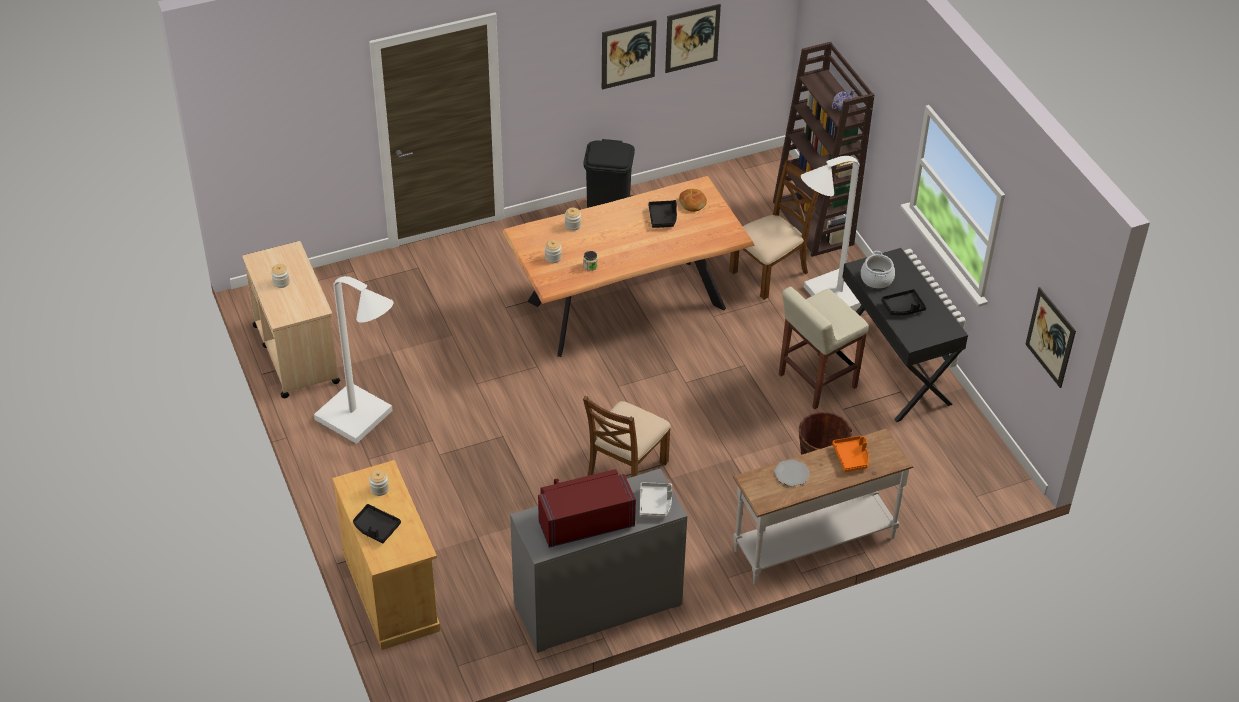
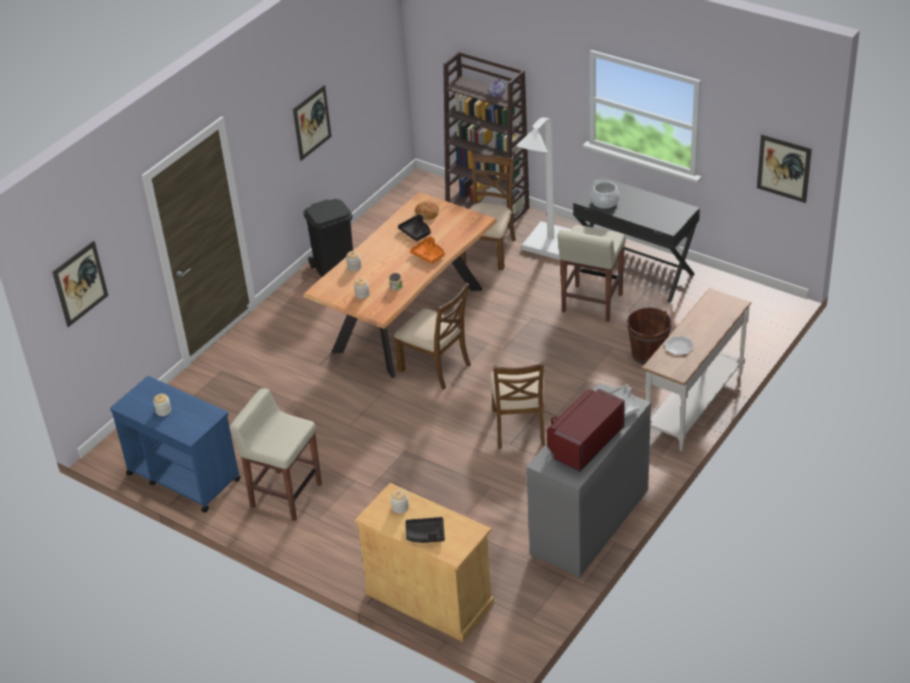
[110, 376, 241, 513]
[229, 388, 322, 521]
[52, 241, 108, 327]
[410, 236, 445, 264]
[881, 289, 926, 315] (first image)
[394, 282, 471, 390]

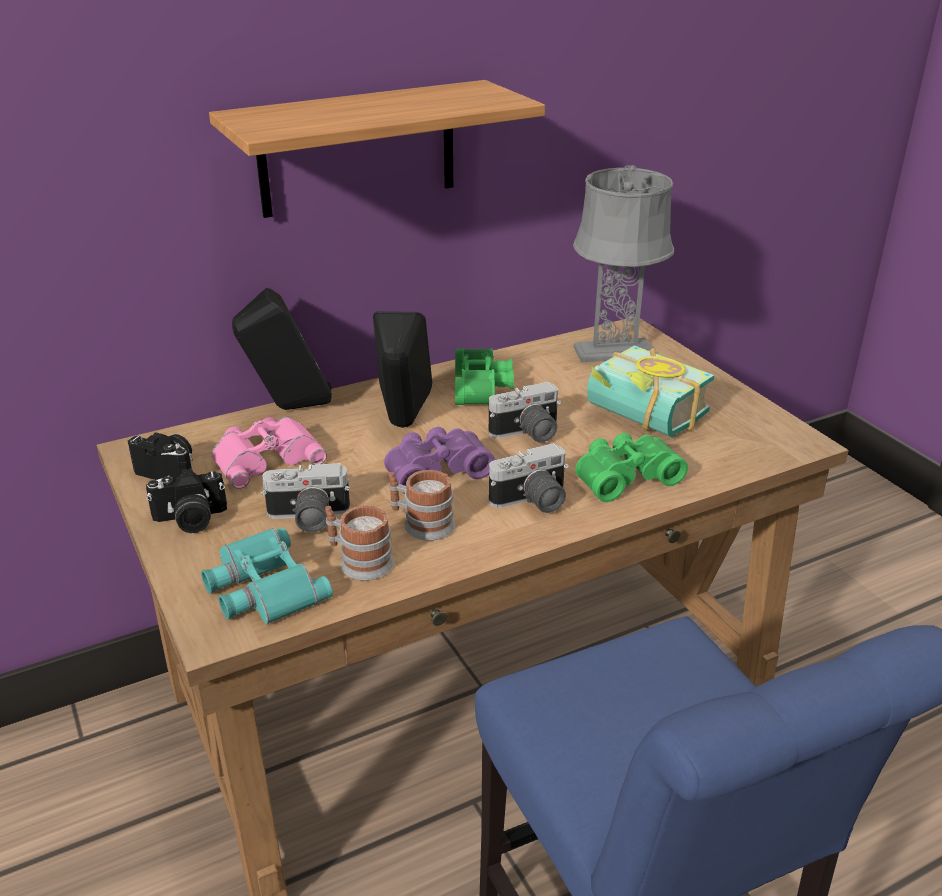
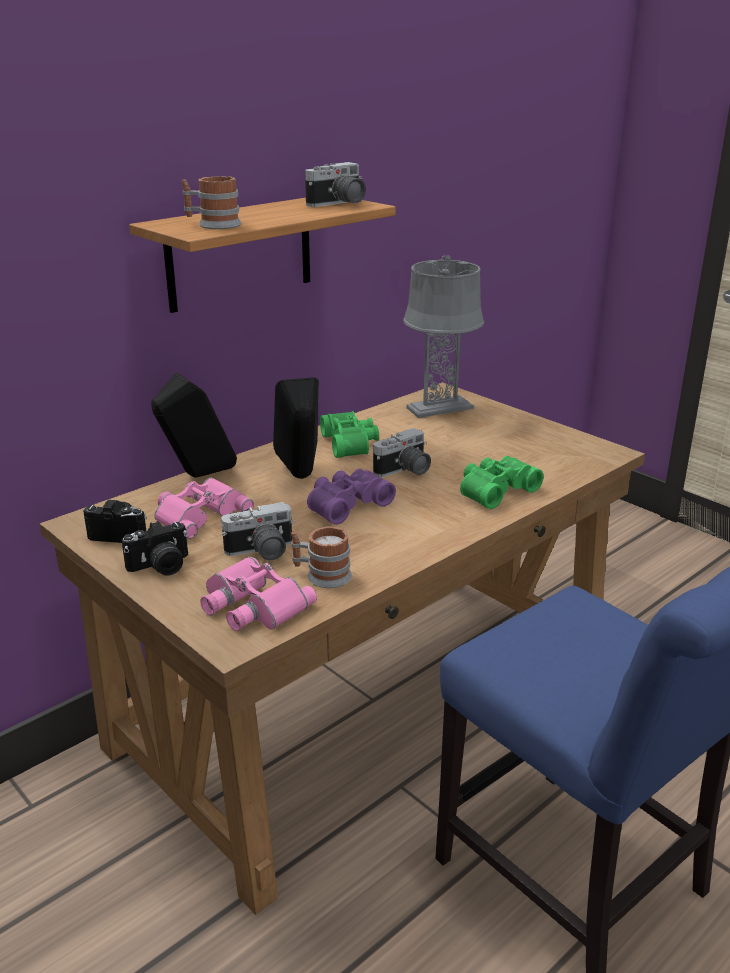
[200, 557, 317, 631]
[182, 176, 241, 229]
[305, 162, 366, 207]
[587, 345, 714, 437] (first image)

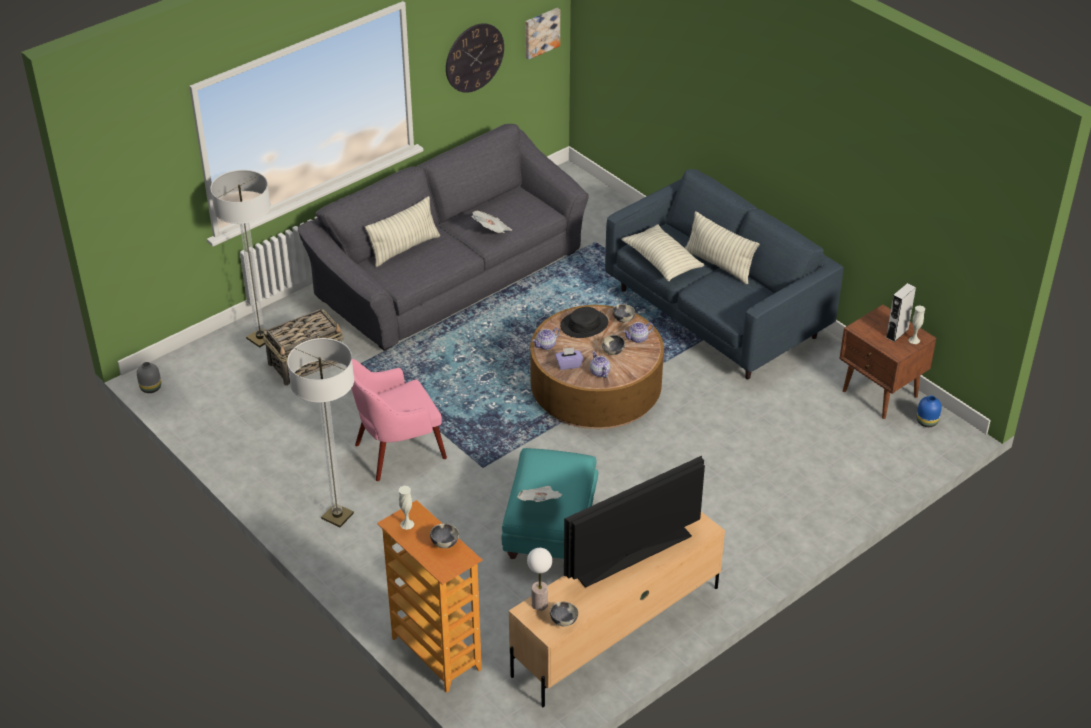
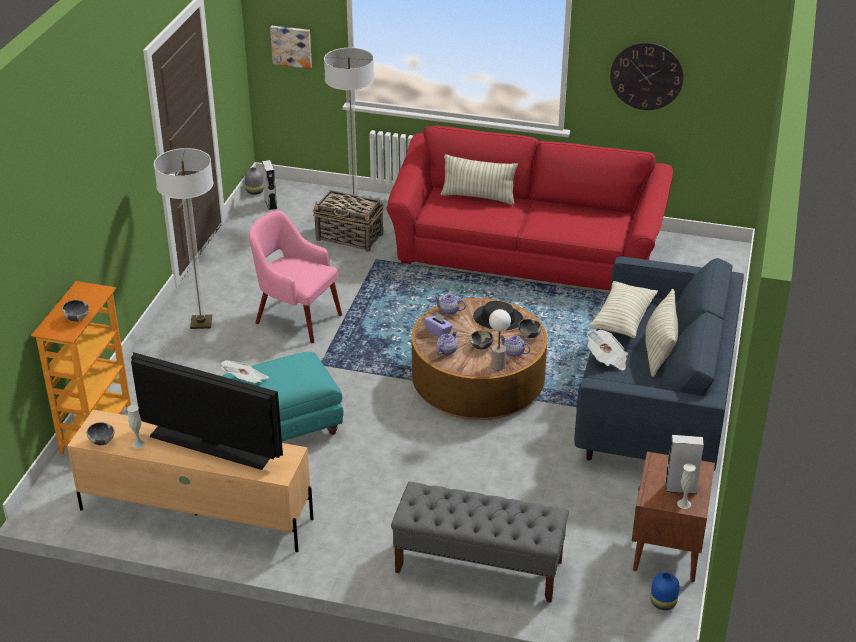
[387, 126, 673, 290]
[127, 405, 145, 449]
[587, 330, 628, 370]
[270, 26, 312, 69]
[489, 309, 511, 370]
[262, 160, 277, 210]
[391, 482, 569, 603]

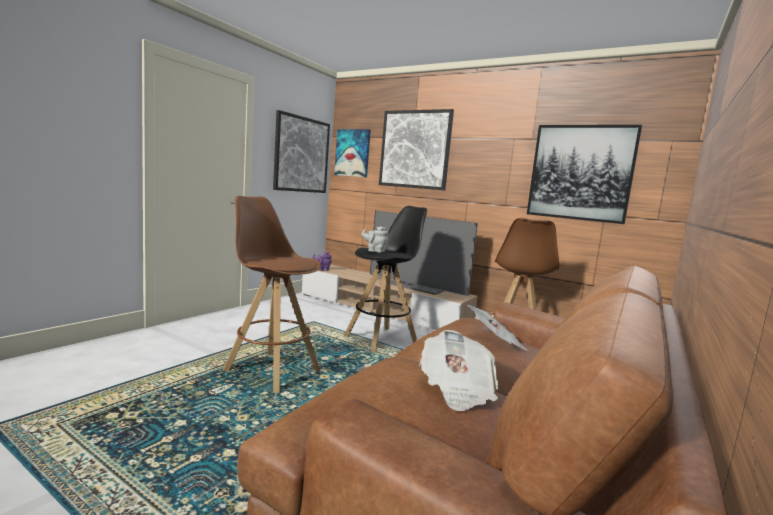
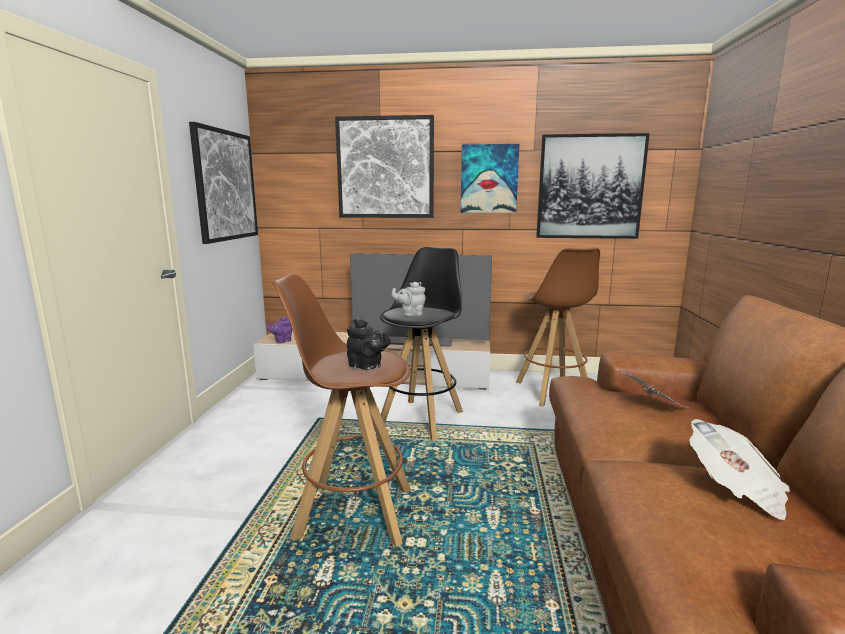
[461, 144, 519, 213]
[347, 319, 391, 370]

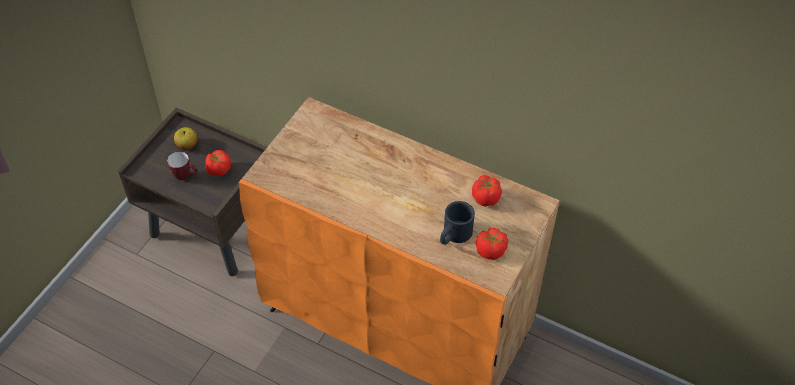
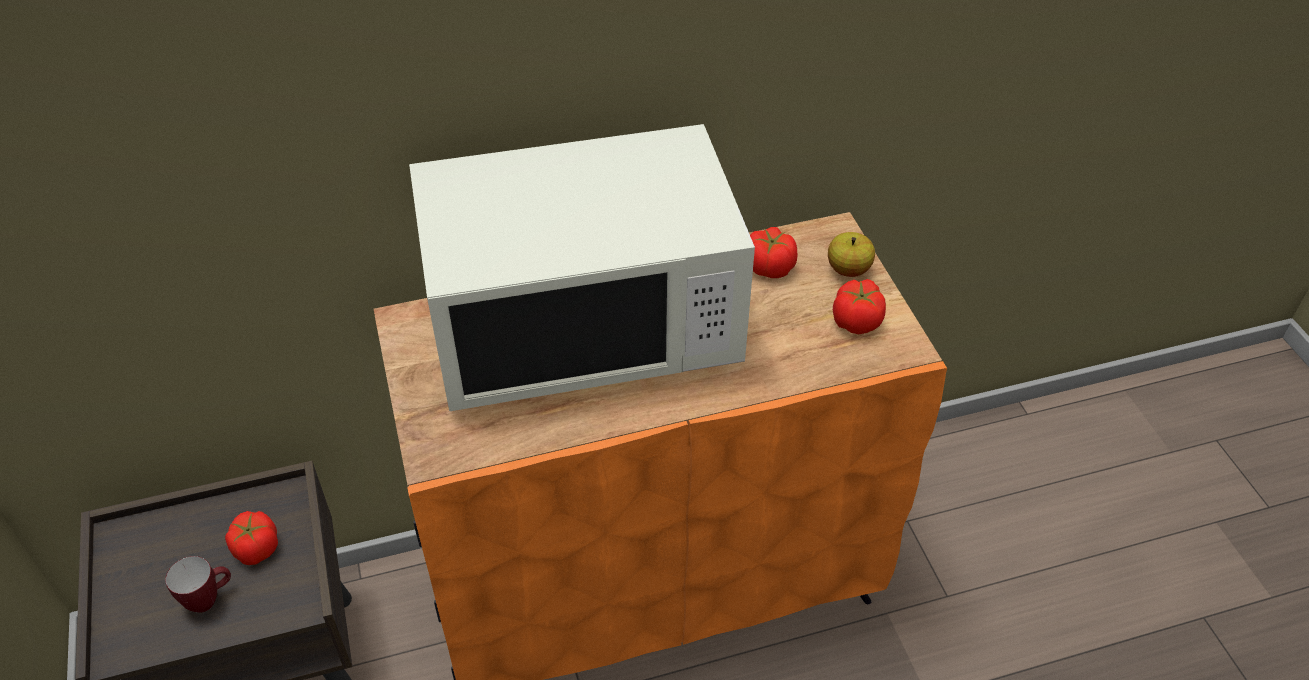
[828, 232, 875, 277]
[440, 201, 475, 245] (first image)
[409, 124, 755, 411]

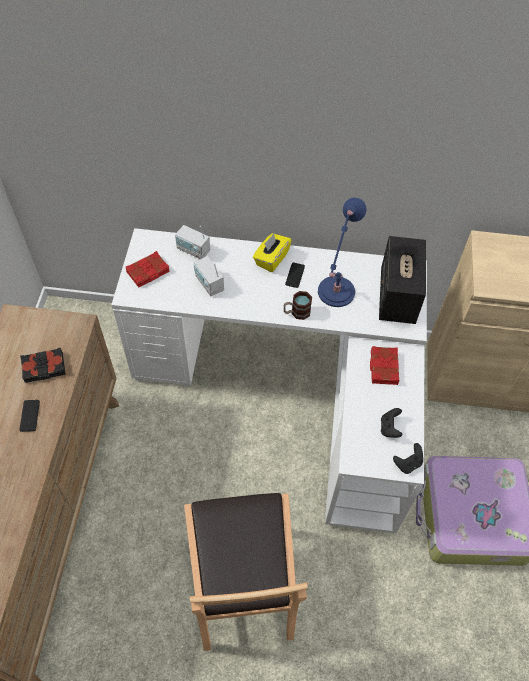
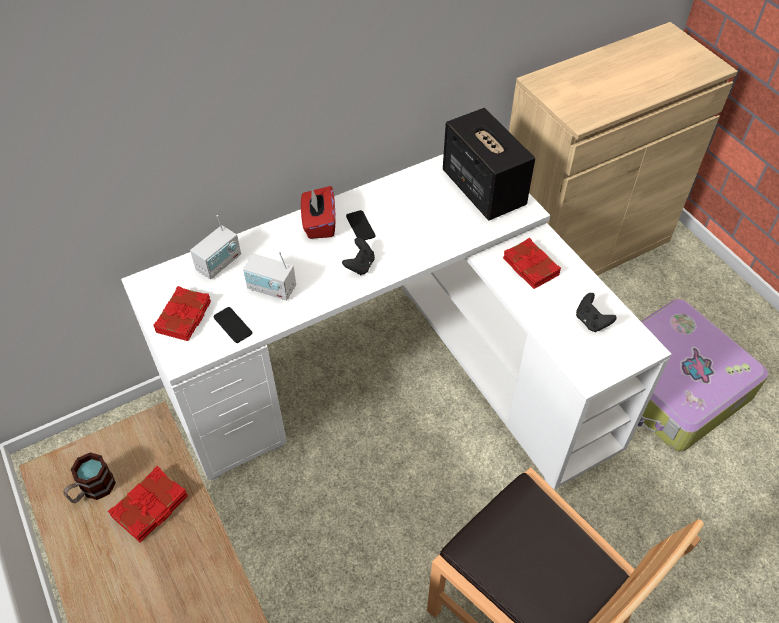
[108, 466, 188, 543]
[214, 307, 252, 343]
[190, 215, 241, 279]
[301, 186, 336, 239]
[63, 452, 116, 503]
[318, 198, 367, 307] (first image)
[342, 237, 375, 275]

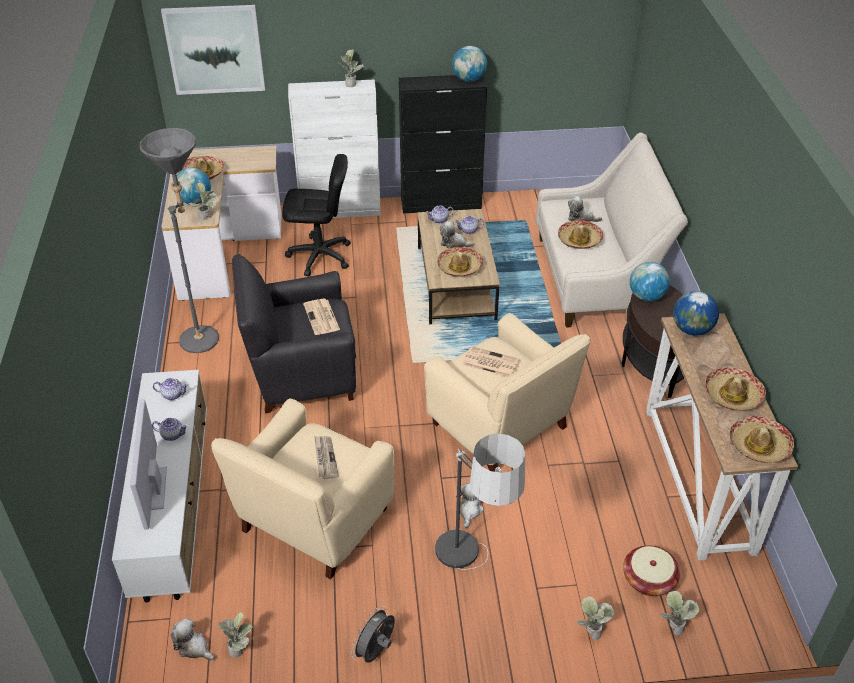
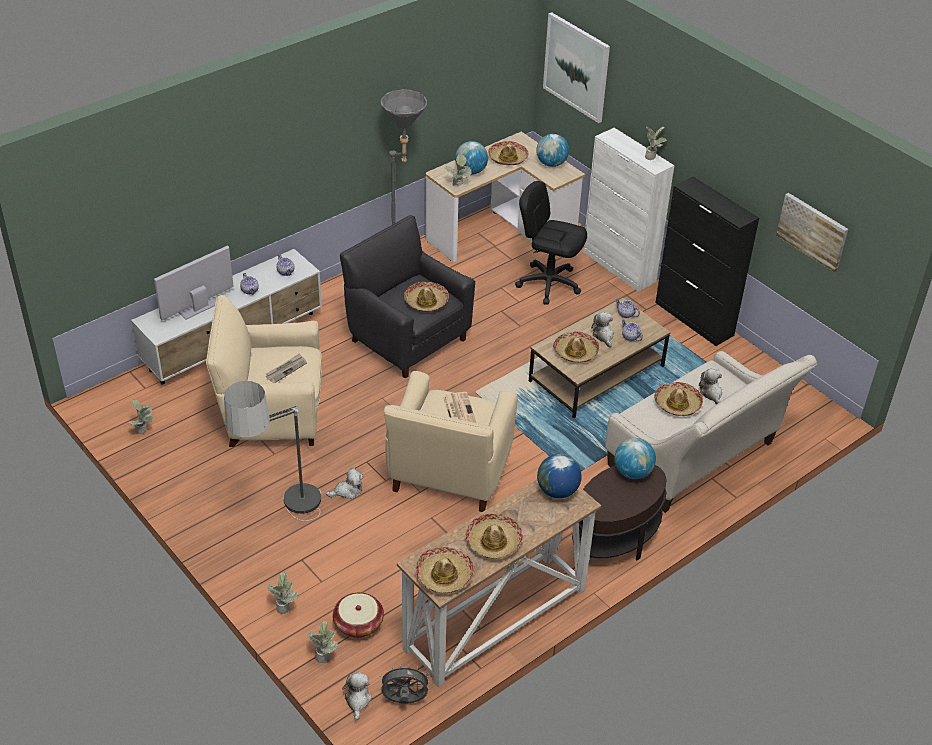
[342, 672, 372, 721]
[515, 181, 587, 305]
[404, 282, 449, 312]
[379, 665, 431, 703]
[536, 134, 569, 167]
[776, 193, 848, 272]

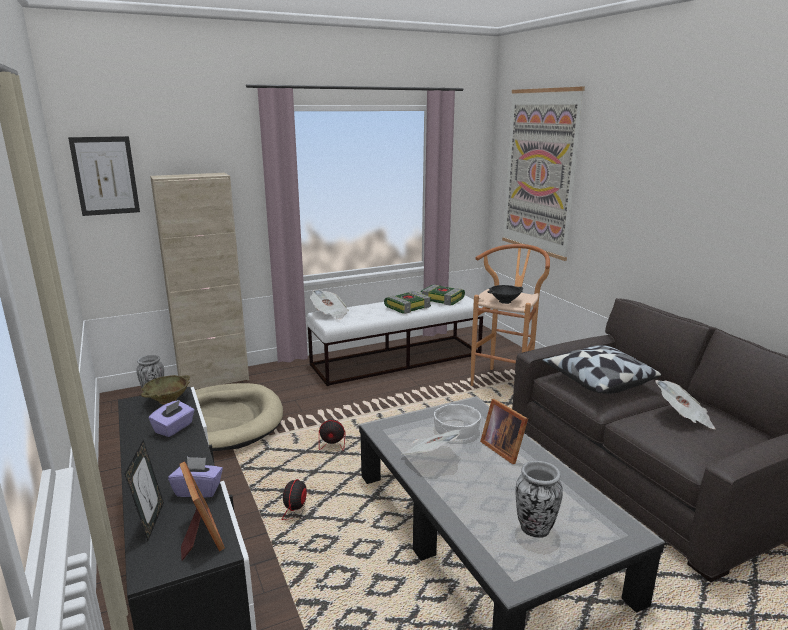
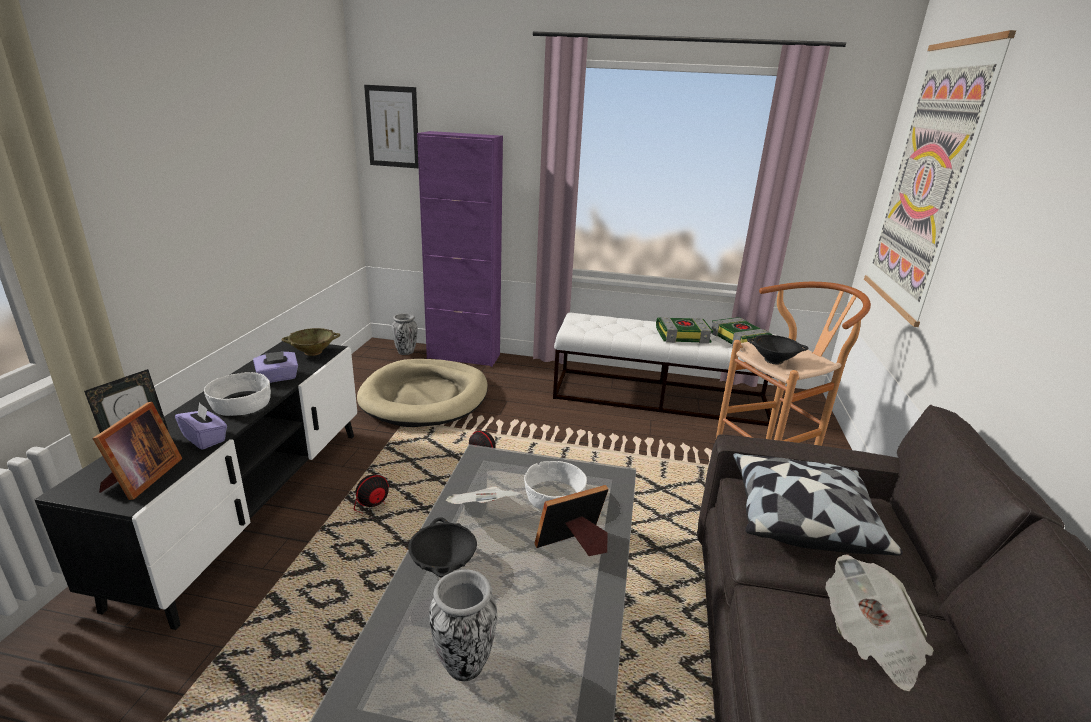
[417, 131, 503, 367]
[310, 290, 349, 319] (first image)
[534, 485, 609, 556]
[204, 372, 271, 416]
[408, 517, 477, 578]

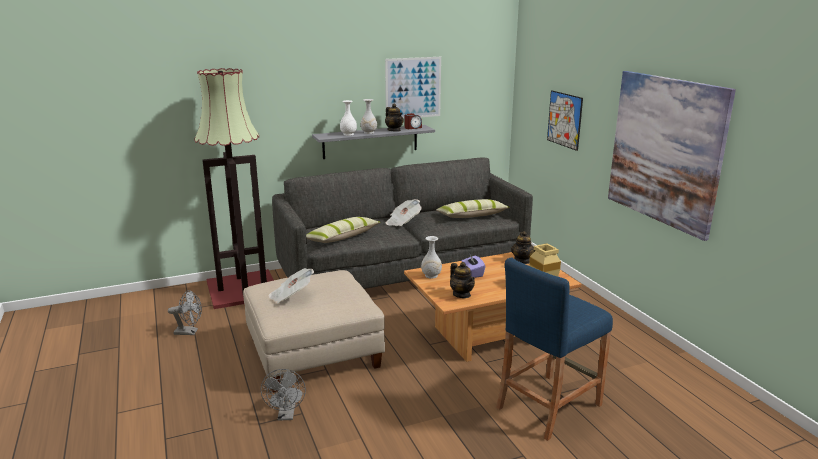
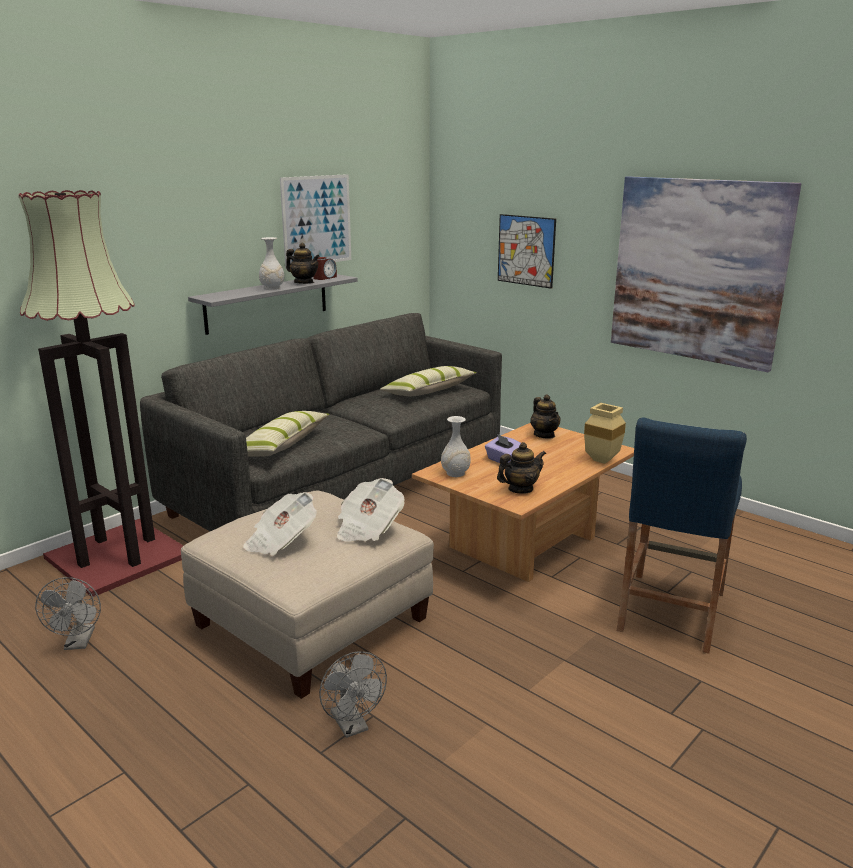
[35, 577, 101, 650]
[340, 100, 357, 136] (first image)
[337, 478, 405, 542]
[497, 442, 546, 494]

